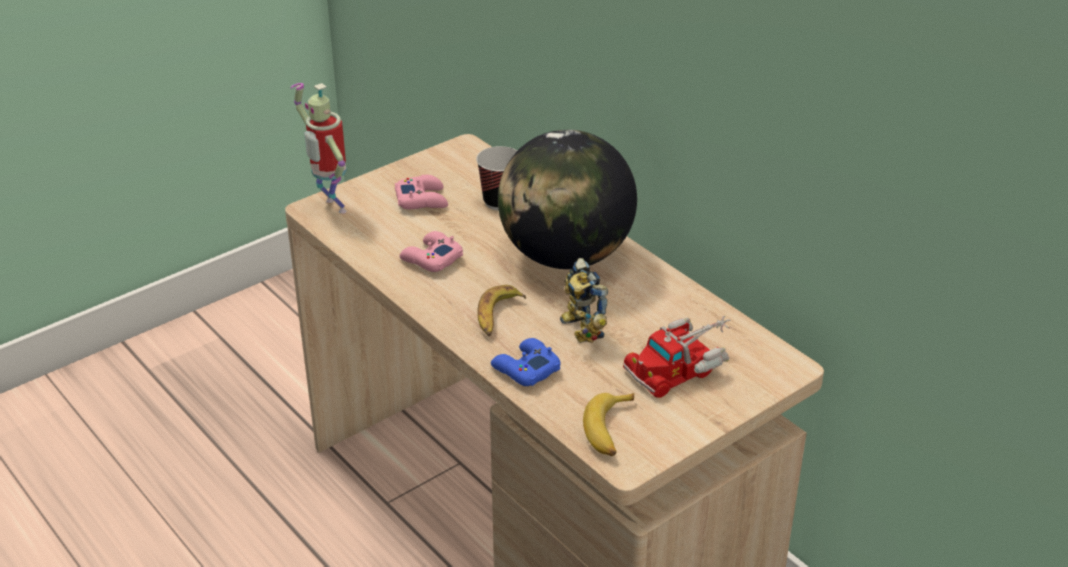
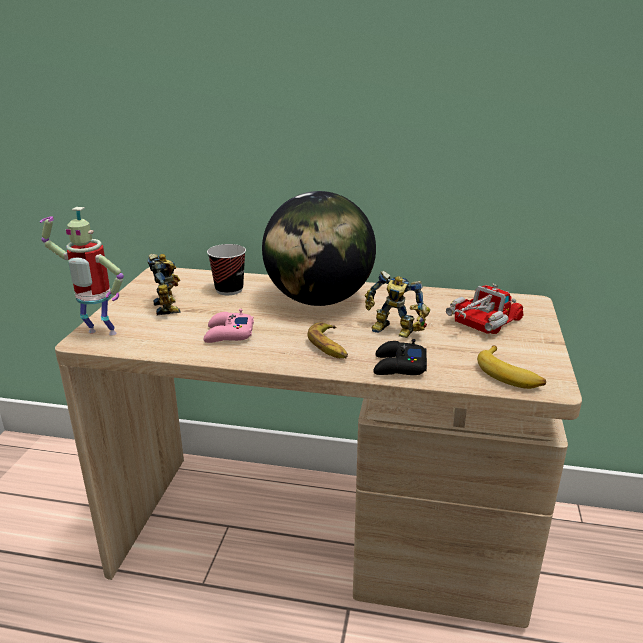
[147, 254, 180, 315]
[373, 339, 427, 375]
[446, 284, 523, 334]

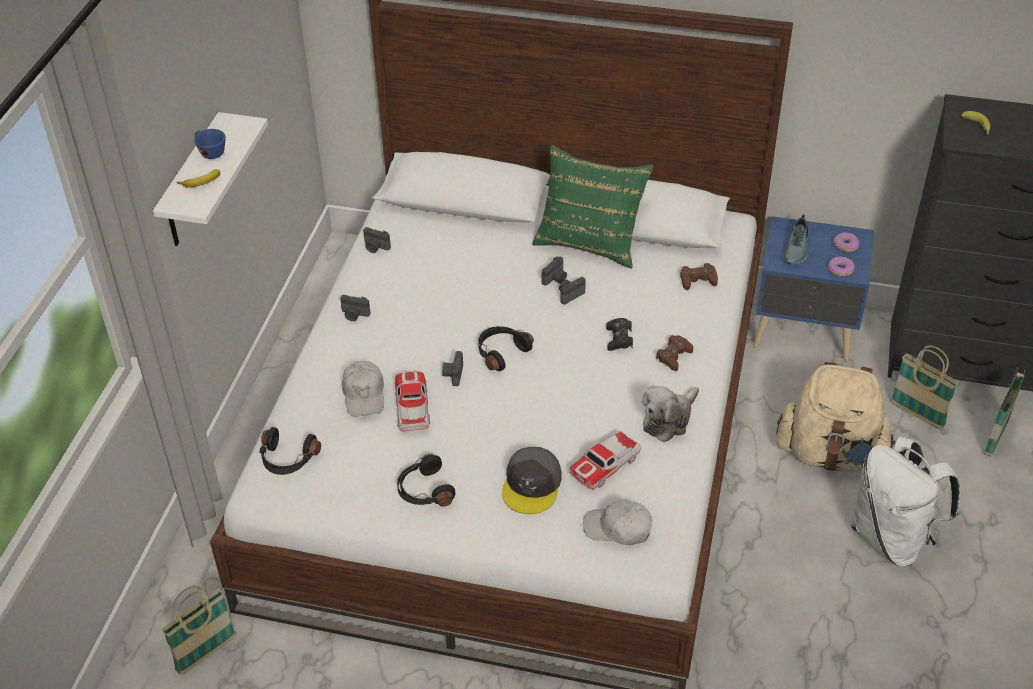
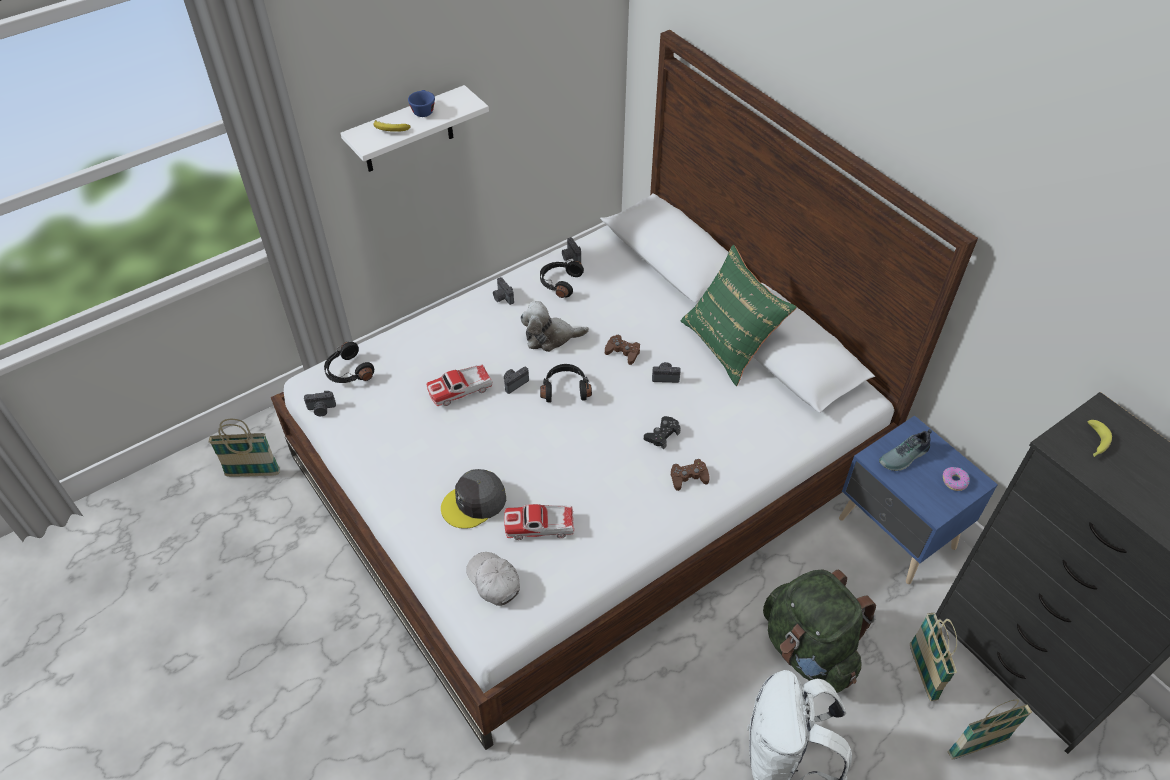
[342, 361, 384, 416] (first image)
[426, 364, 493, 406]
[540, 260, 584, 298]
[304, 391, 336, 416]
[520, 301, 589, 352]
[605, 335, 640, 365]
[763, 569, 876, 693]
[828, 256, 855, 276] (first image)

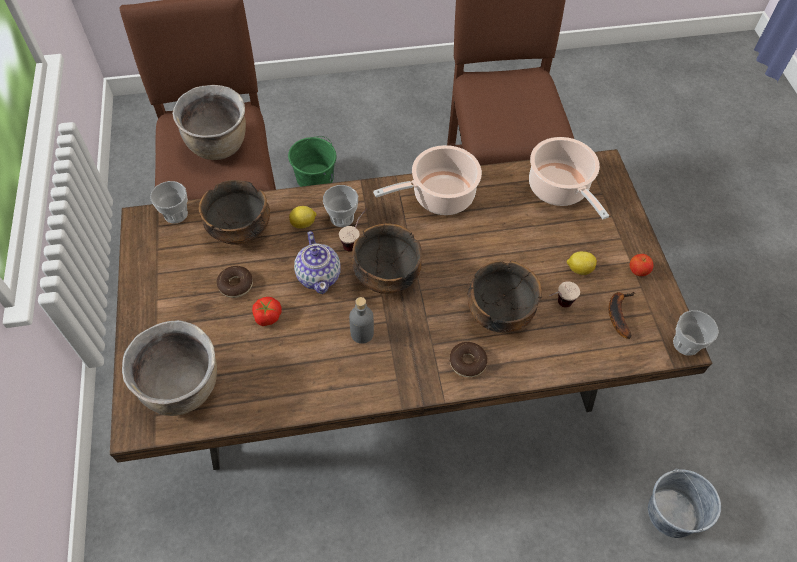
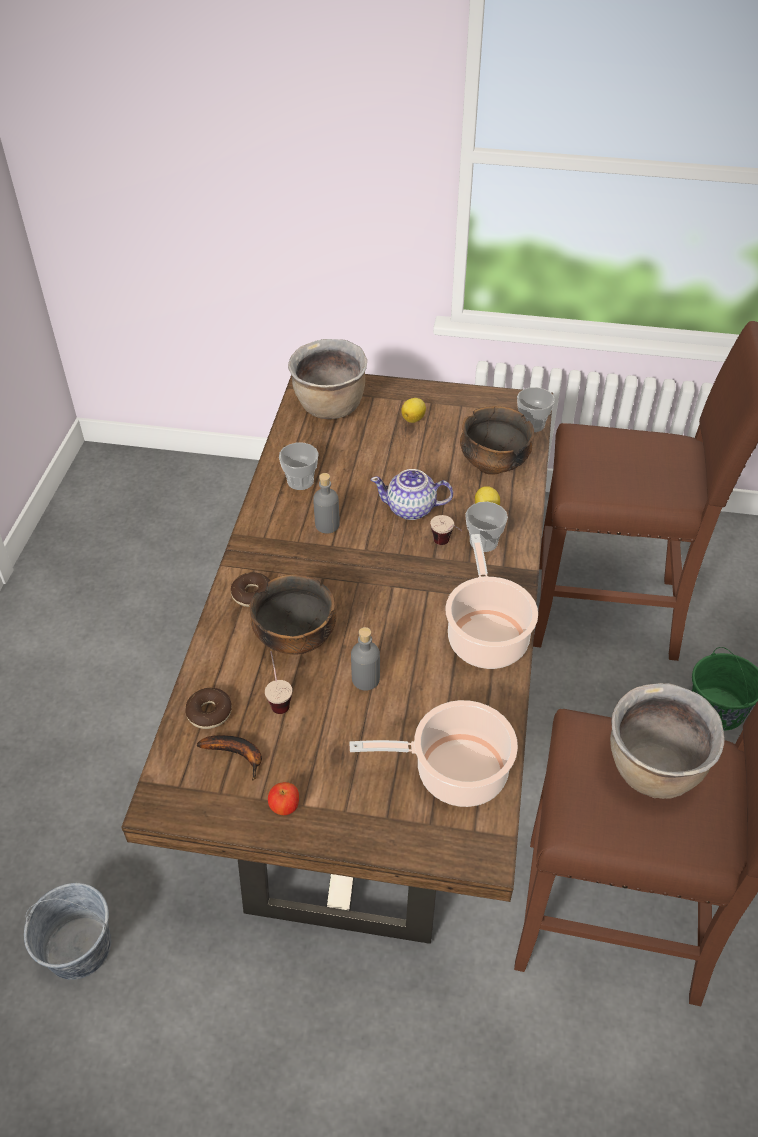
[610, 683, 725, 799]
[185, 688, 232, 729]
[252, 297, 281, 326] (first image)
[352, 223, 422, 294] (first image)
[401, 398, 426, 423]
[279, 443, 319, 490]
[351, 627, 380, 691]

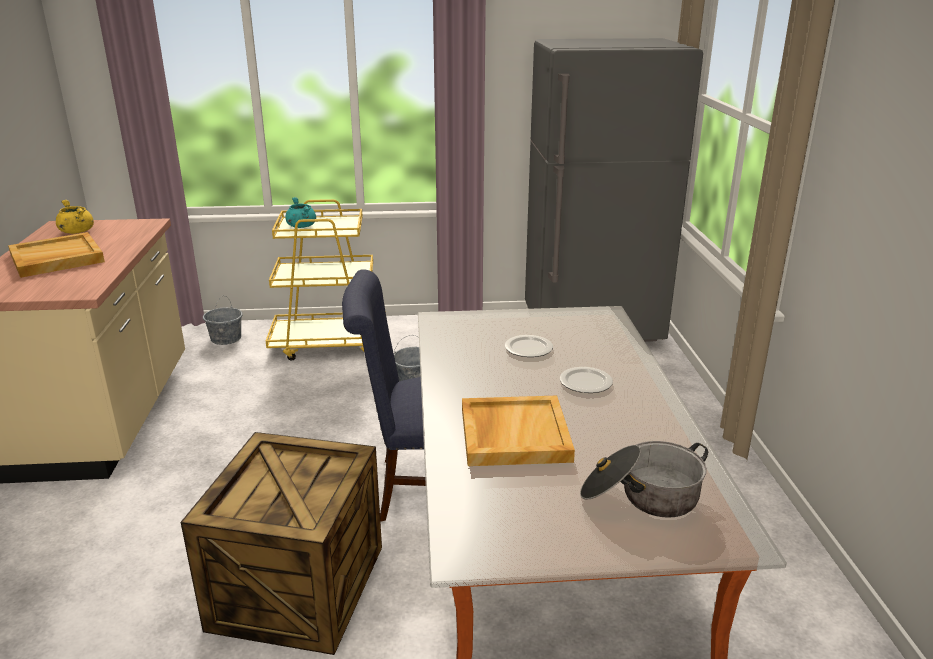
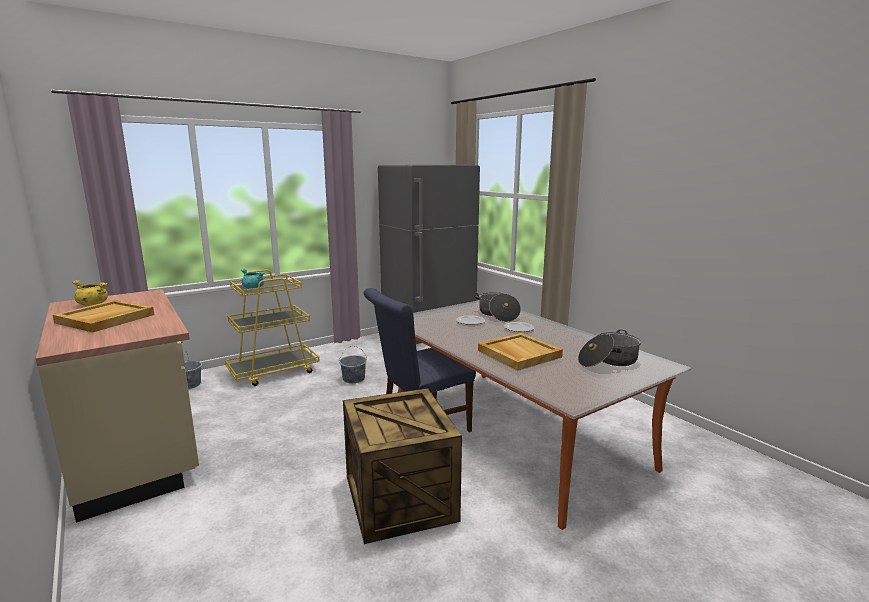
[474, 292, 521, 322]

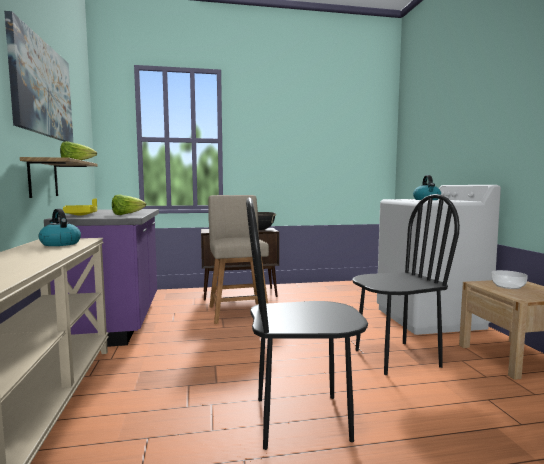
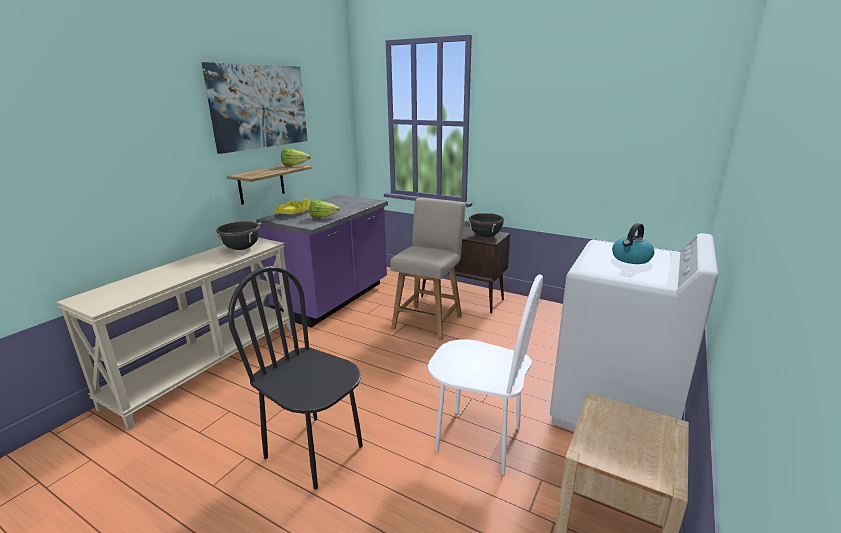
[214, 221, 262, 250]
[428, 275, 543, 475]
[491, 270, 528, 289] (first image)

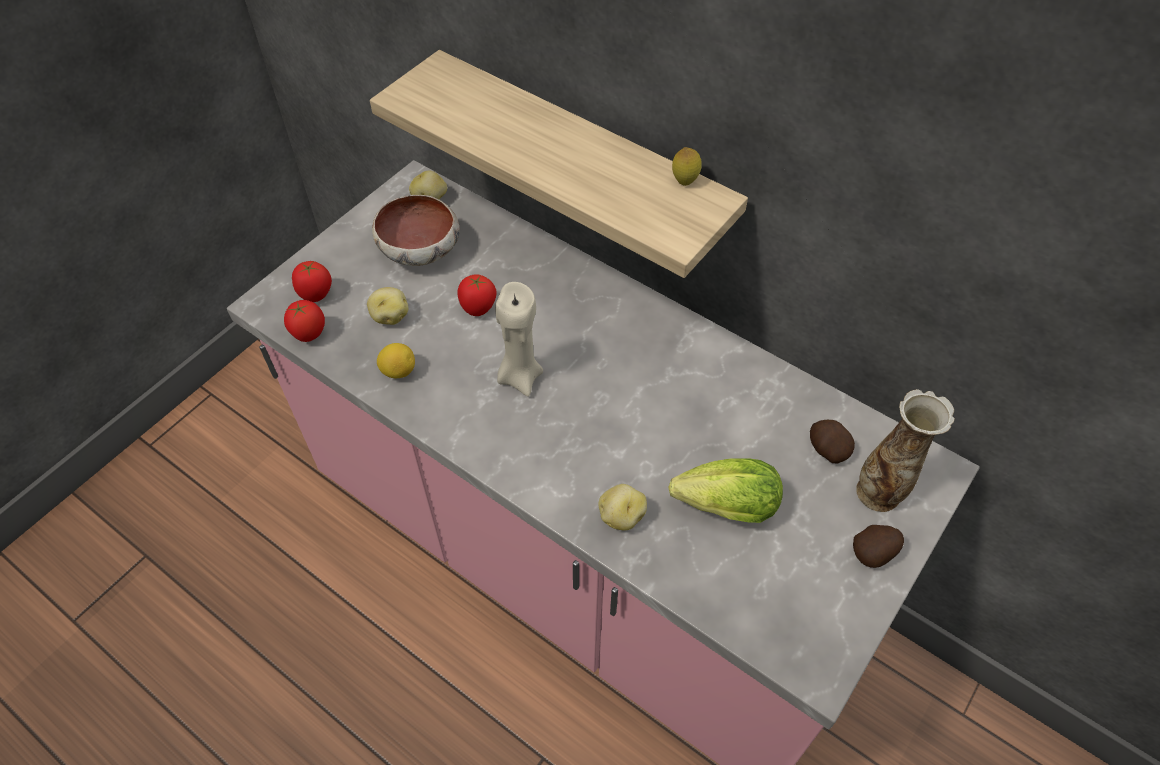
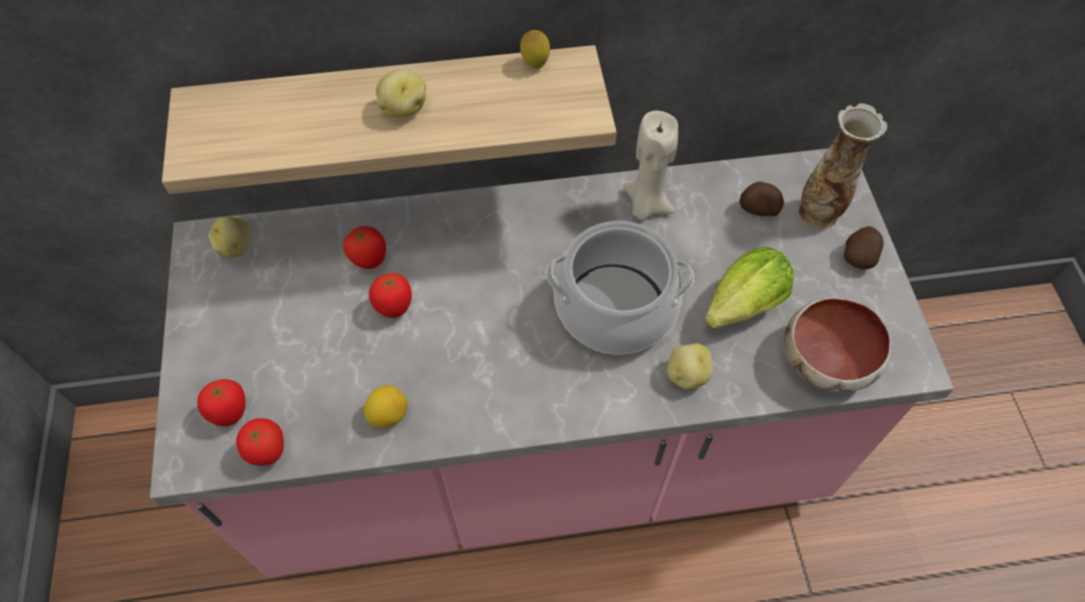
[376, 69, 426, 117]
[784, 297, 892, 392]
[623, 111, 678, 220]
[344, 226, 386, 269]
[546, 221, 694, 355]

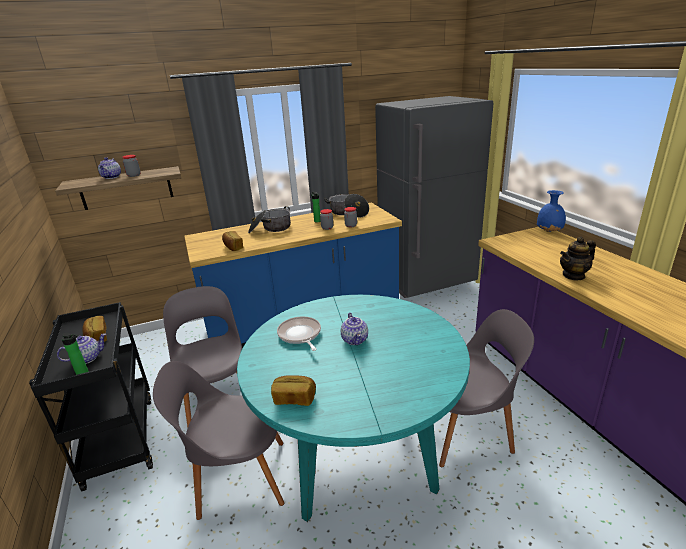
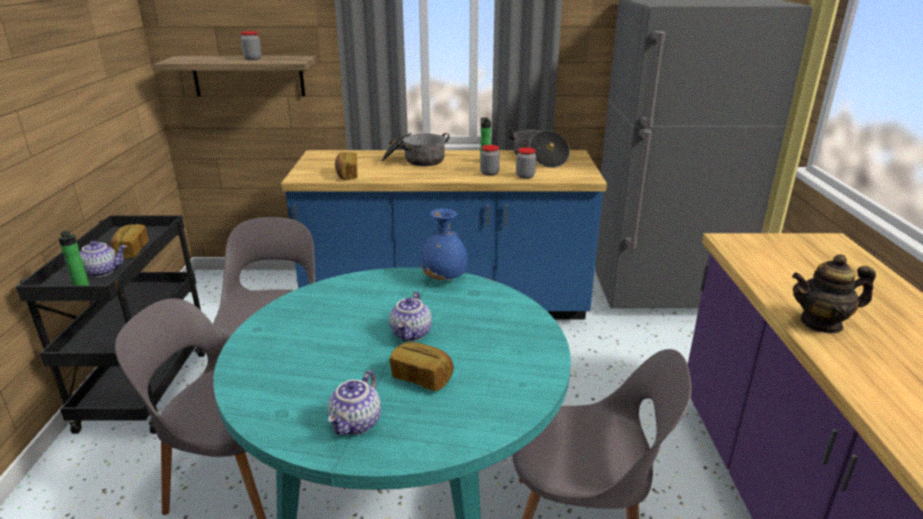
[328, 370, 381, 436]
[390, 342, 454, 391]
[277, 316, 321, 351] (first image)
[421, 208, 467, 280]

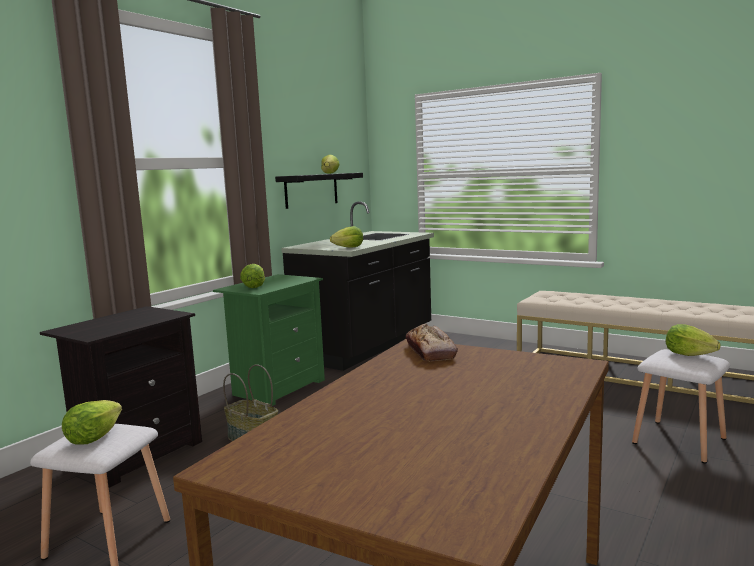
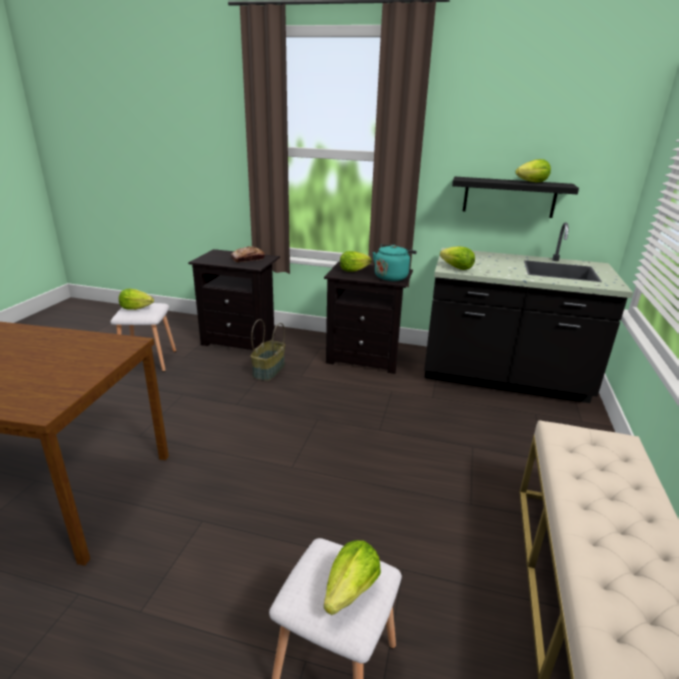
[324, 262, 413, 374]
[231, 246, 265, 262]
[373, 244, 417, 281]

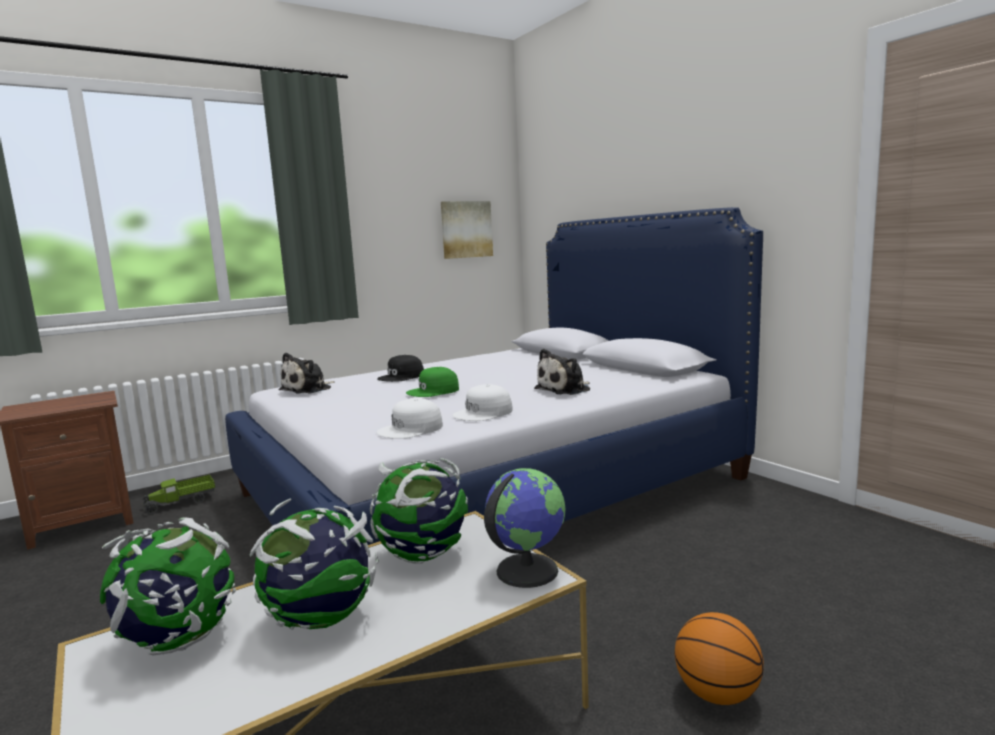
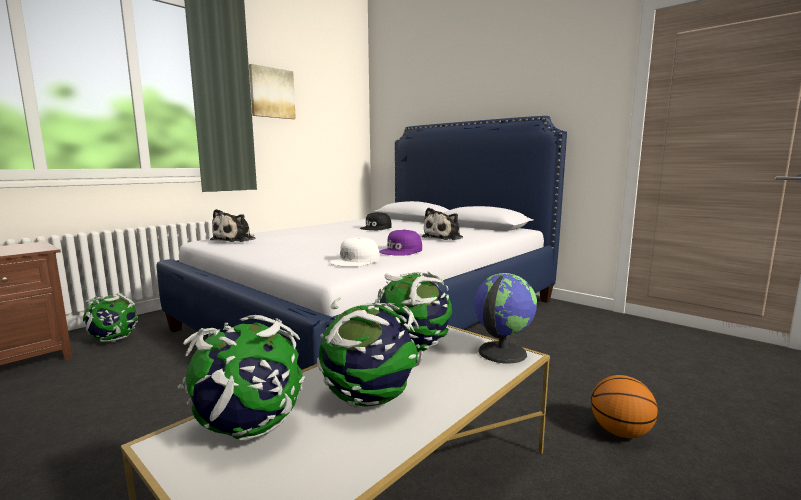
[83, 293, 138, 342]
[360, 212, 392, 230]
[406, 367, 459, 397] (first image)
[249, 64, 296, 119]
[379, 229, 422, 256]

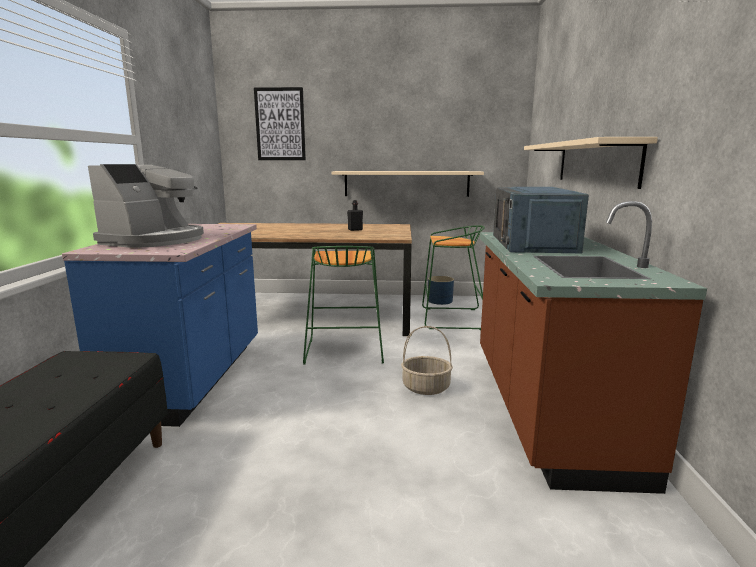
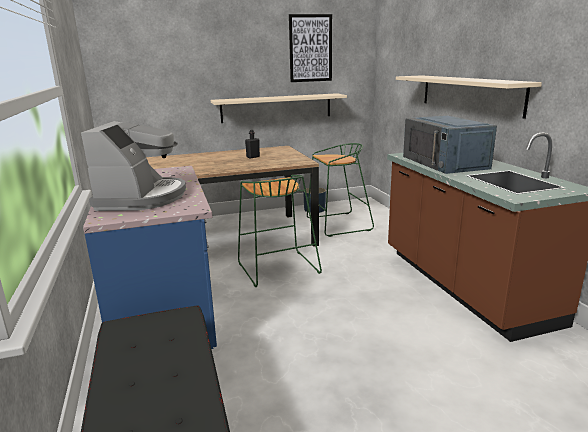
[289, 14, 332, 82]
[401, 326, 453, 395] (first image)

